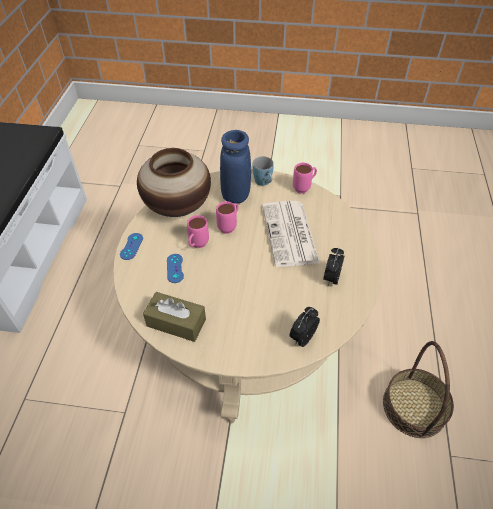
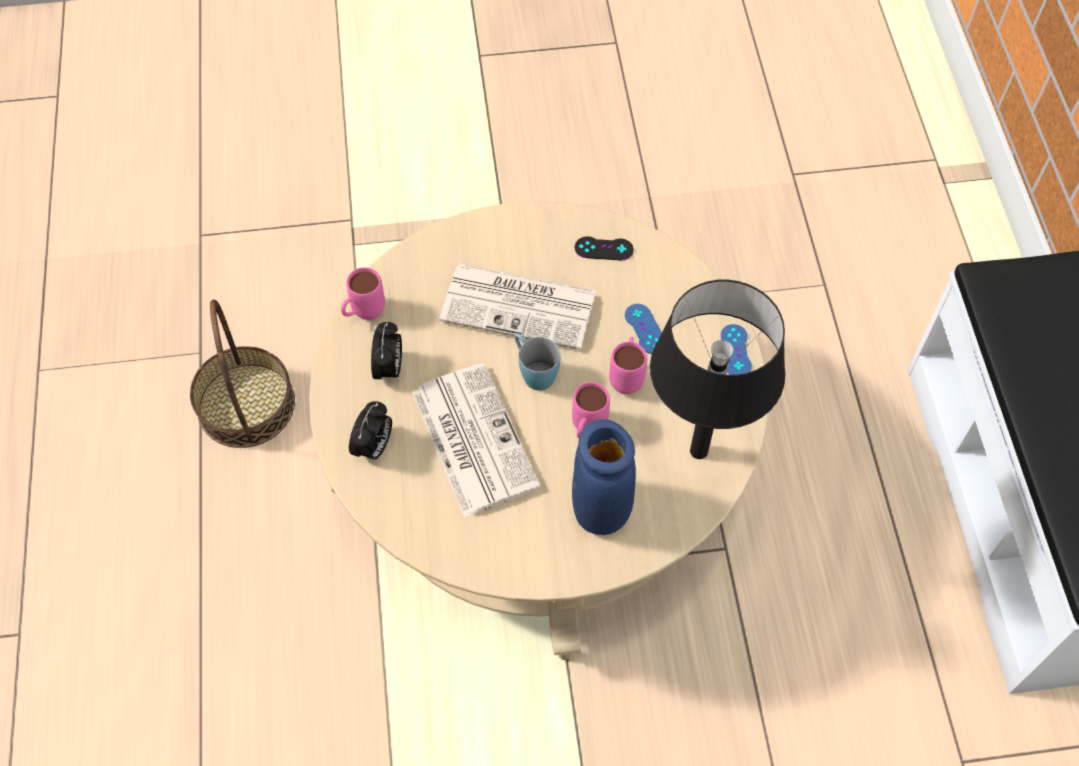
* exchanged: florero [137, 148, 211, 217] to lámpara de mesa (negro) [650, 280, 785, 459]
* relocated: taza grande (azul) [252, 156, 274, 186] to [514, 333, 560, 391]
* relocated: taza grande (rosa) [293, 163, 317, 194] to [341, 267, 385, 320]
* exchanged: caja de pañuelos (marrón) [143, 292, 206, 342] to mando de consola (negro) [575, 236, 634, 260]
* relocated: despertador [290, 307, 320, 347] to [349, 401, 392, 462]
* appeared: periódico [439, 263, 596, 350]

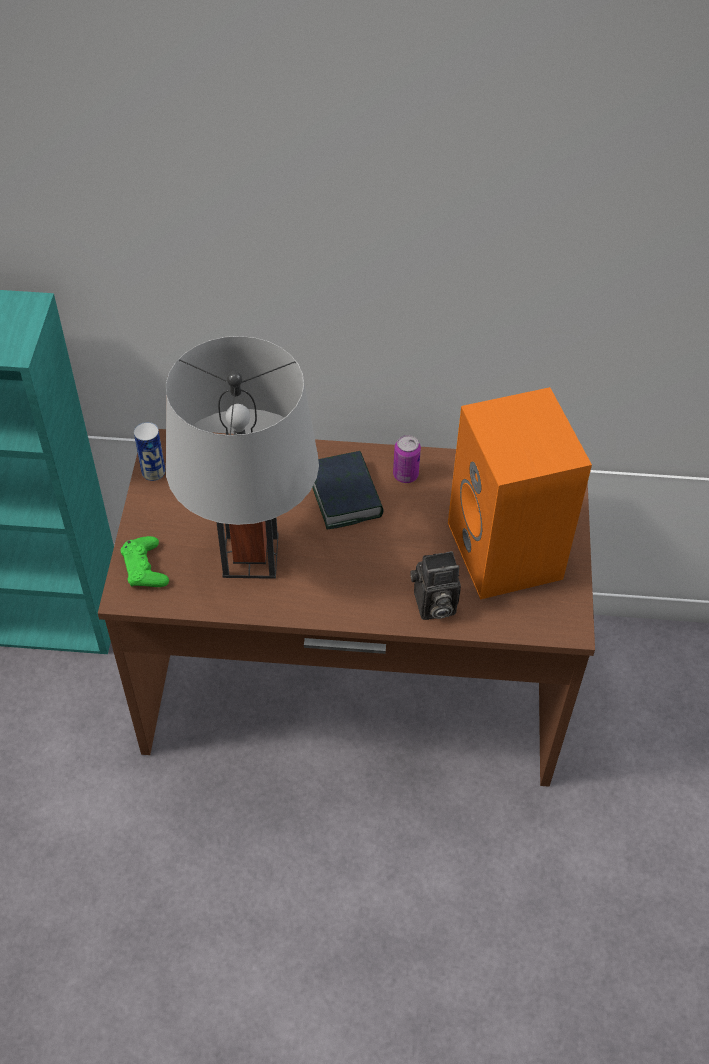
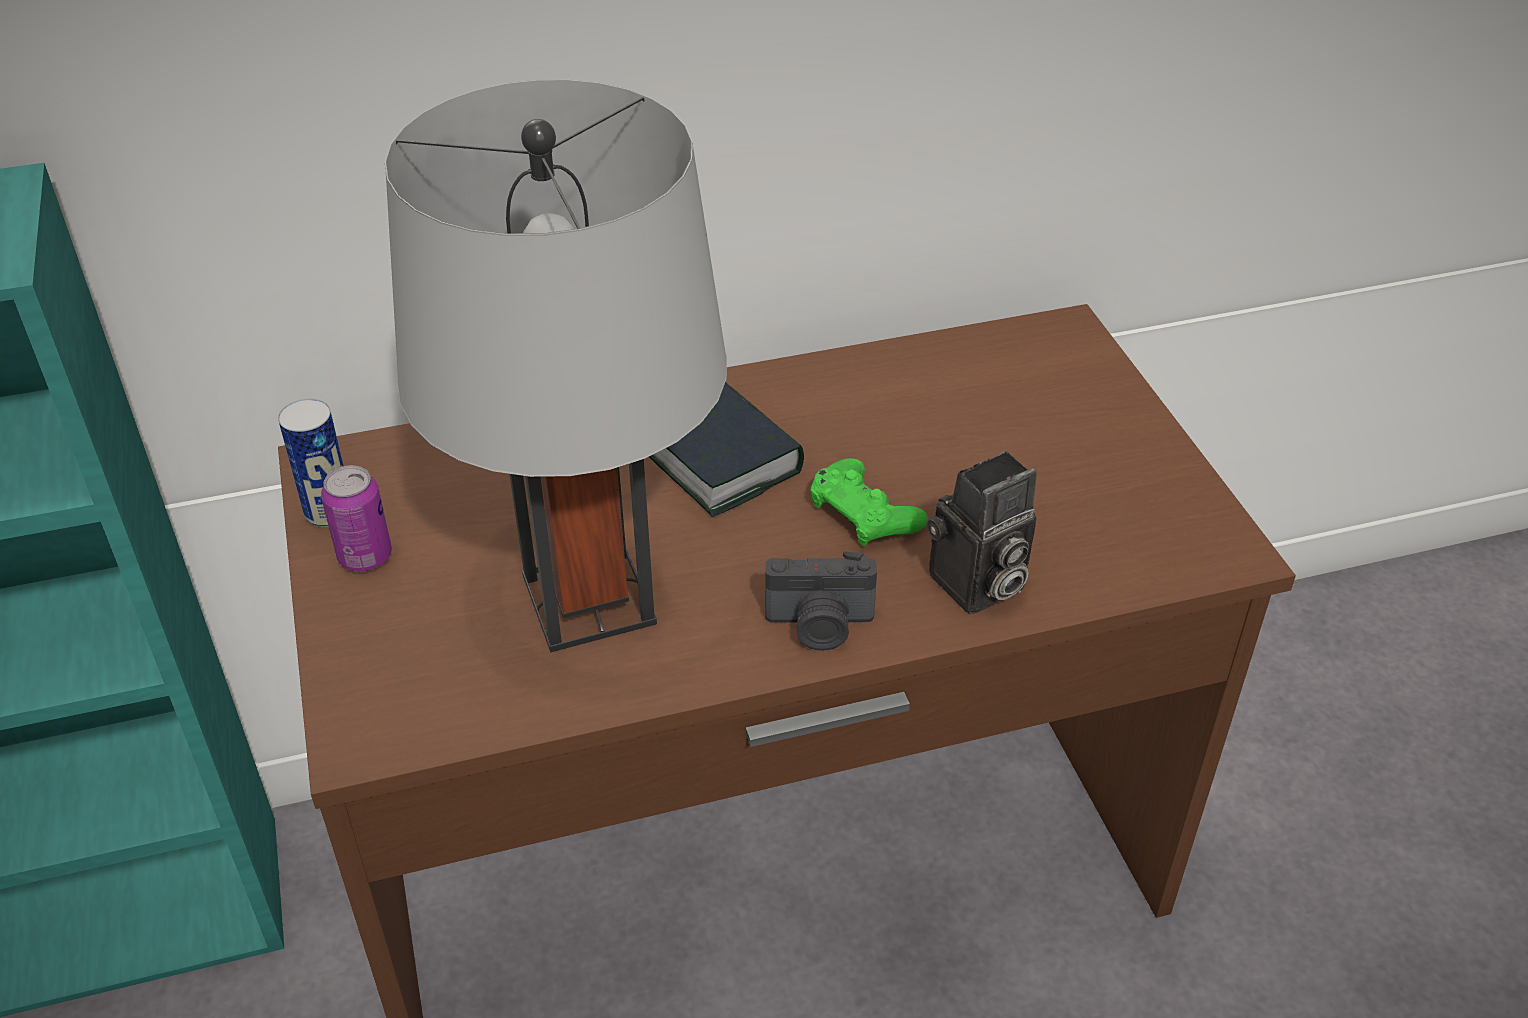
* missing: altavoz (naranja) [448, 387, 592, 600]
* relocated: lata [393, 435, 421, 483] to [321, 465, 392, 572]
* relocated: mando de consola (verde) [120, 536, 169, 587] to [810, 458, 928, 546]
* appeared: cámara [765, 552, 877, 651]

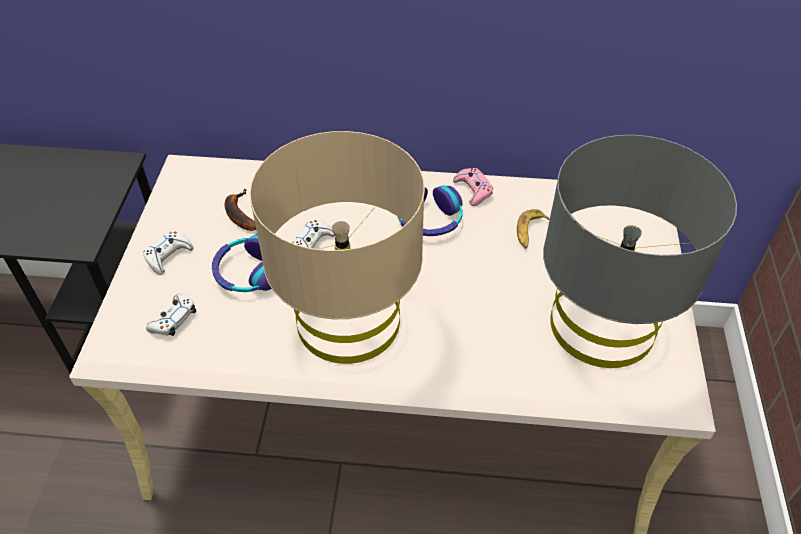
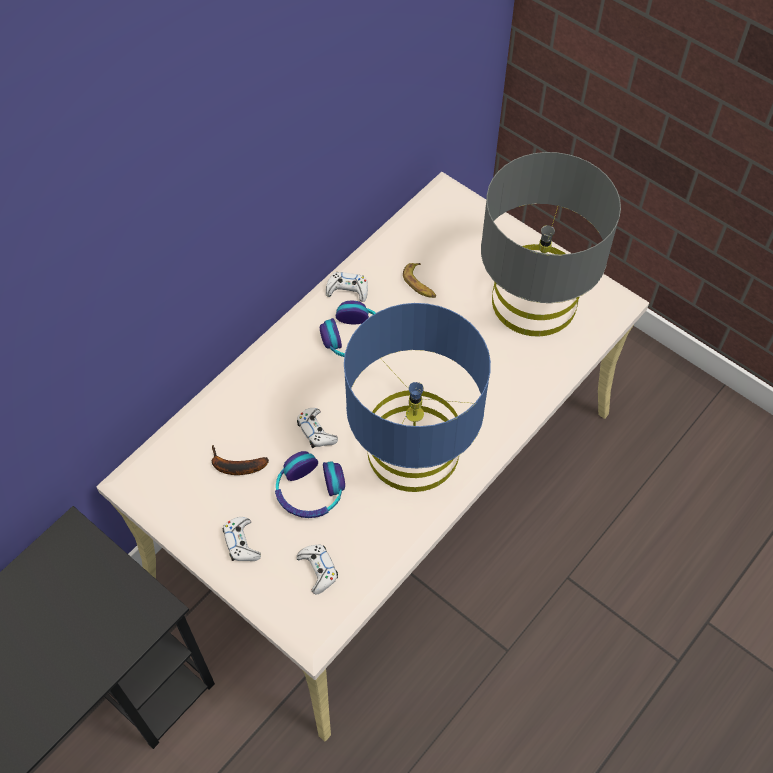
* colour: lámpara de mesa (beis) [249, 131, 425, 364] to lámpara de mesa (azul) [344, 303, 491, 492]
* colour: mando de consola (rosa) [453, 168, 493, 206] to mando de consola (blanco) [326, 272, 368, 302]

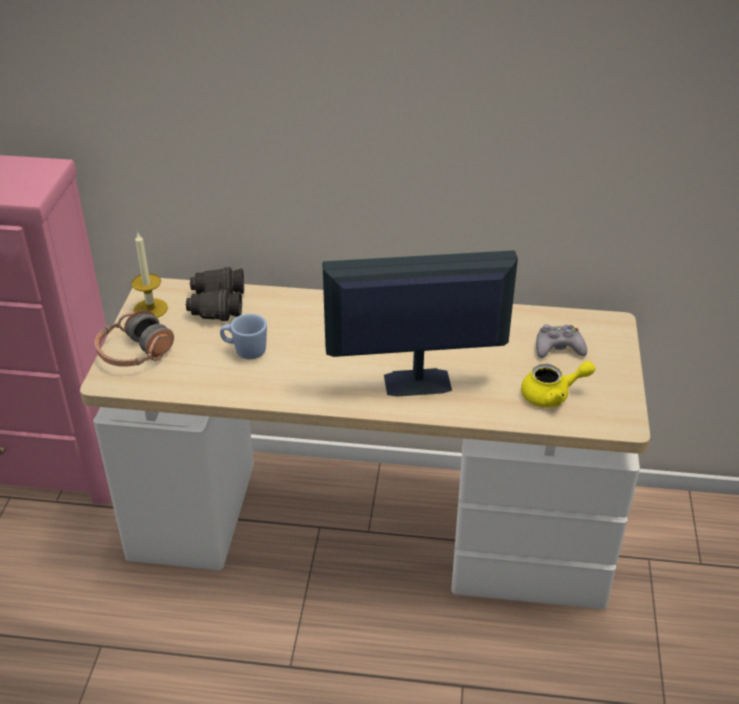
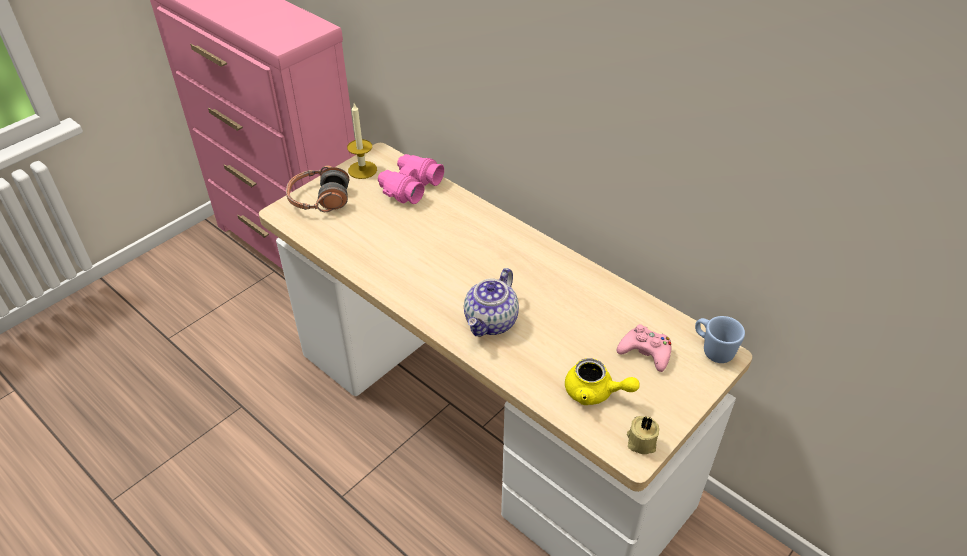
* exchanged: monitor [322, 250, 518, 397] to tetera [464, 268, 519, 336]
* colour: prismáticos (negro) [186, 267, 244, 321] to prismáticos (rosa) [378, 154, 444, 204]
* relocated: taza grande (azul) [220, 314, 267, 359] to [695, 316, 745, 363]
* colour: mando de consola (gris) [536, 324, 587, 358] to mando de consola (rosa) [617, 324, 671, 372]
* appeared: vela (beis) [627, 416, 659, 454]

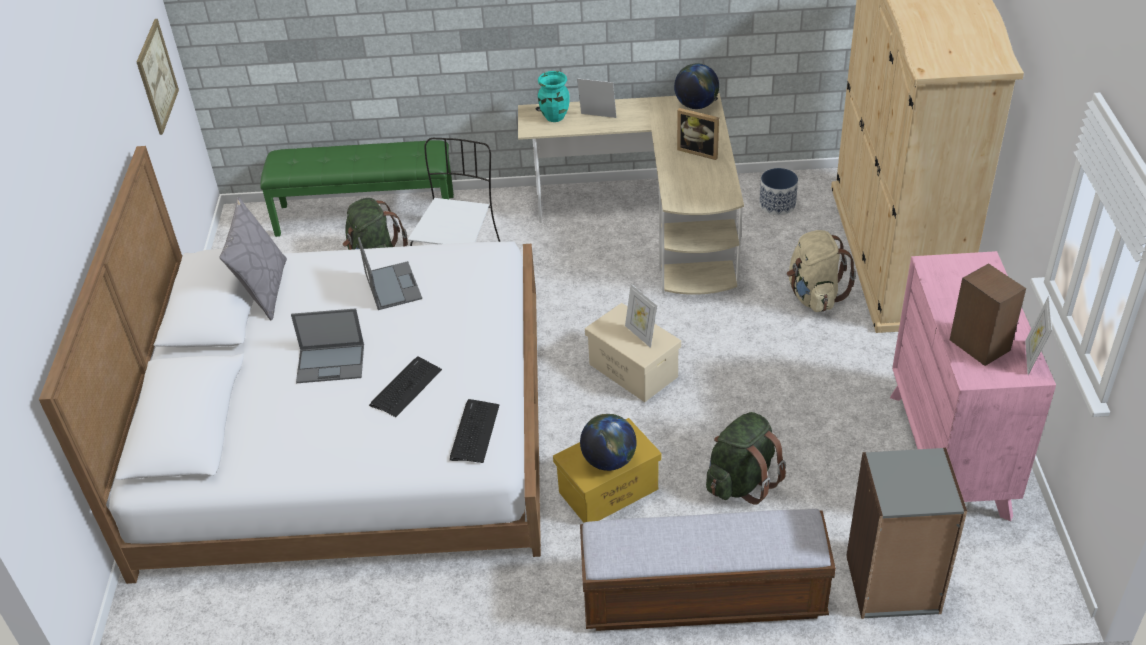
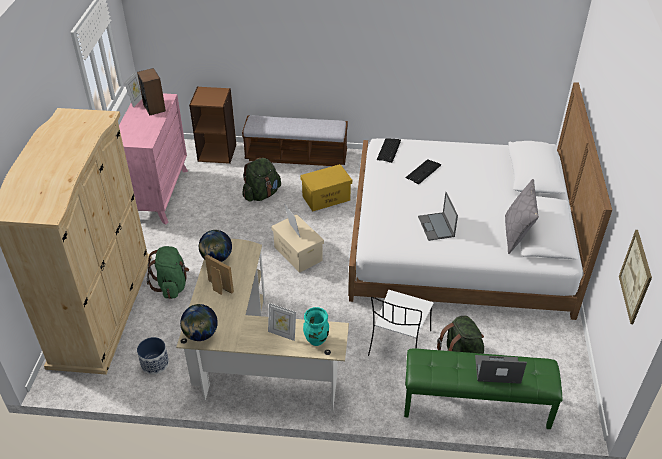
* colour: mochila (beis) [787, 230, 856, 312] to mochila (verde) [147, 246, 189, 299]
* relocated: portátil [291, 308, 364, 383] to [475, 355, 527, 384]
* relocated: globo terráqueo [580, 414, 636, 471] to [199, 230, 232, 262]
* colour: estantería (gris) [846, 448, 967, 619] to estantería (marrón) [189, 86, 236, 164]

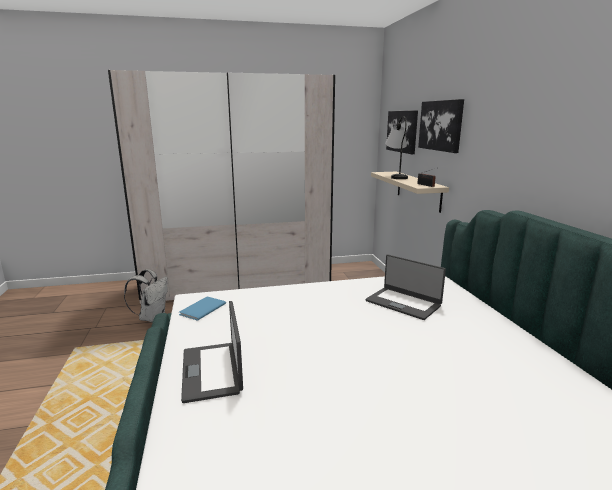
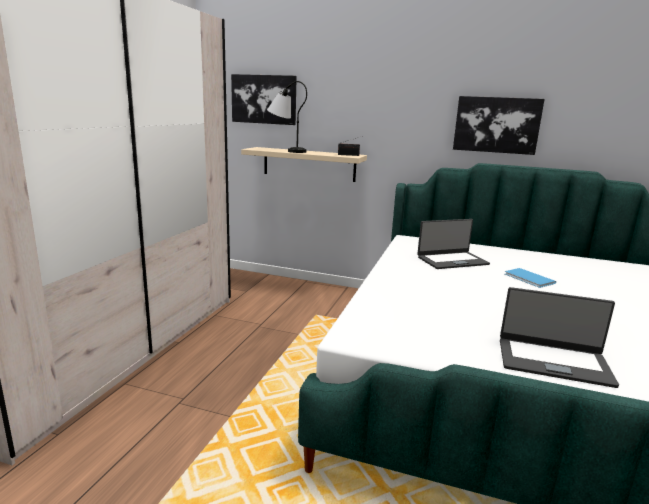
* relocated: cuadro [418, 99, 464, 153] to [453, 96, 545, 155]
* missing: mochila (blanco) [124, 269, 168, 322]
* relocated: libro (azul) [179, 296, 226, 321] to [505, 268, 556, 288]

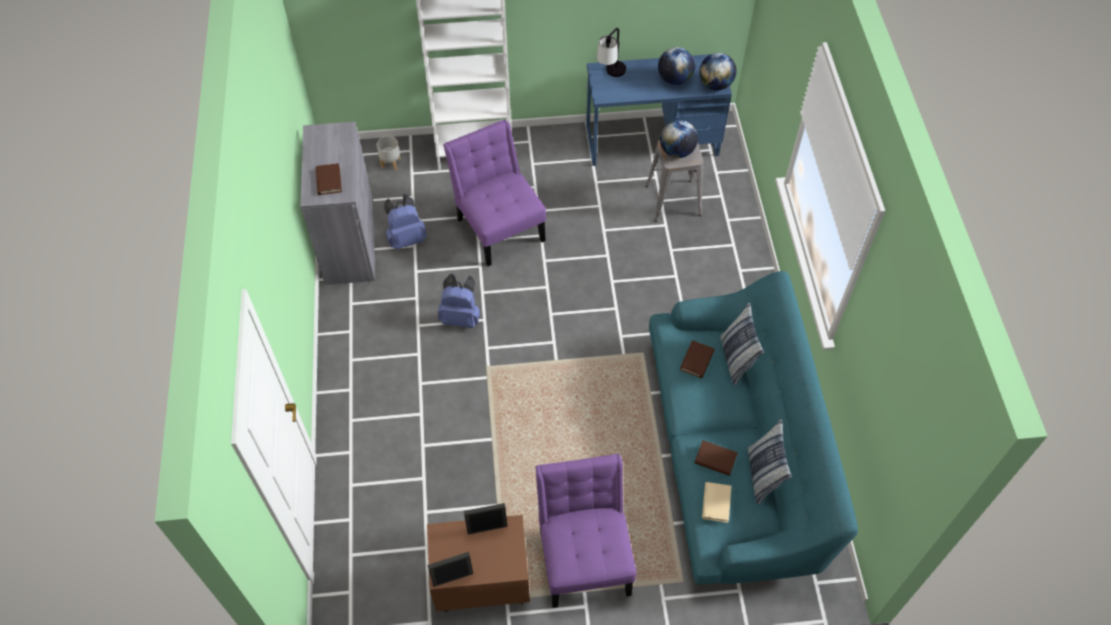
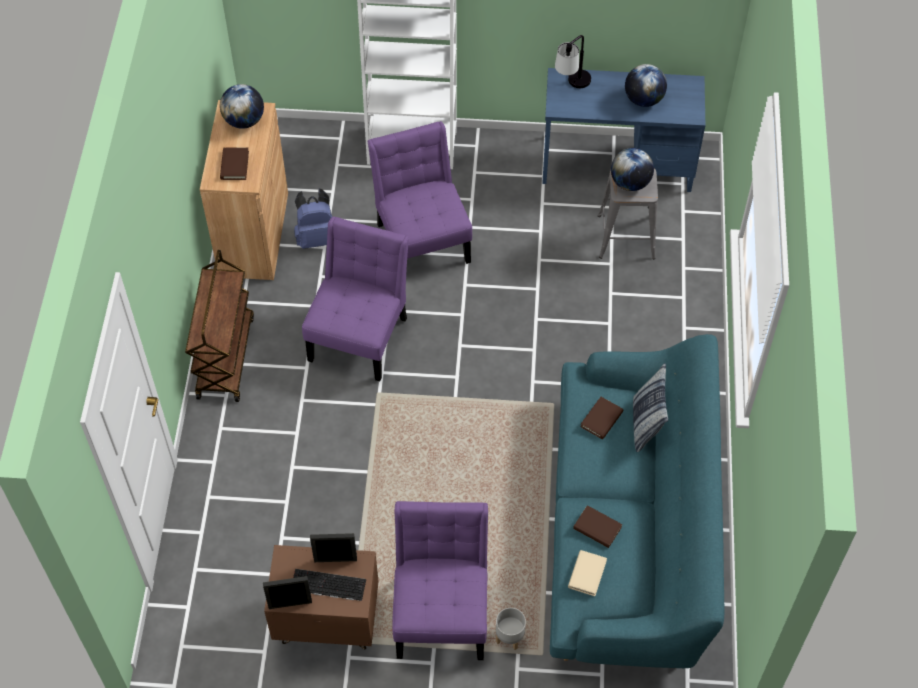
* relocated: globo terráqueo [699, 53, 736, 91] to [220, 84, 264, 129]
* colour: armario (gris) [300, 122, 375, 285] to armario (marrón) [200, 100, 288, 280]
* relocated: maceta (gris) [377, 136, 401, 170] to [496, 608, 526, 650]
* exchanged: mochila (azul) [438, 273, 480, 328] to silla (morado) [302, 217, 409, 381]
* missing: cojín [748, 419, 792, 504]
* appeared: carrito (marrón) [185, 250, 254, 402]
* appeared: teclado [293, 569, 366, 601]

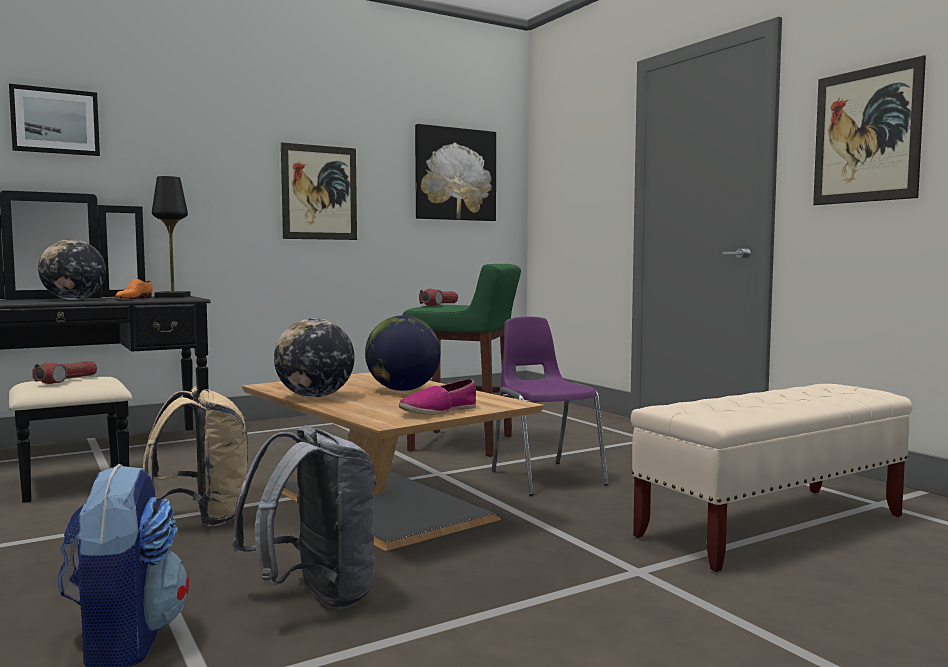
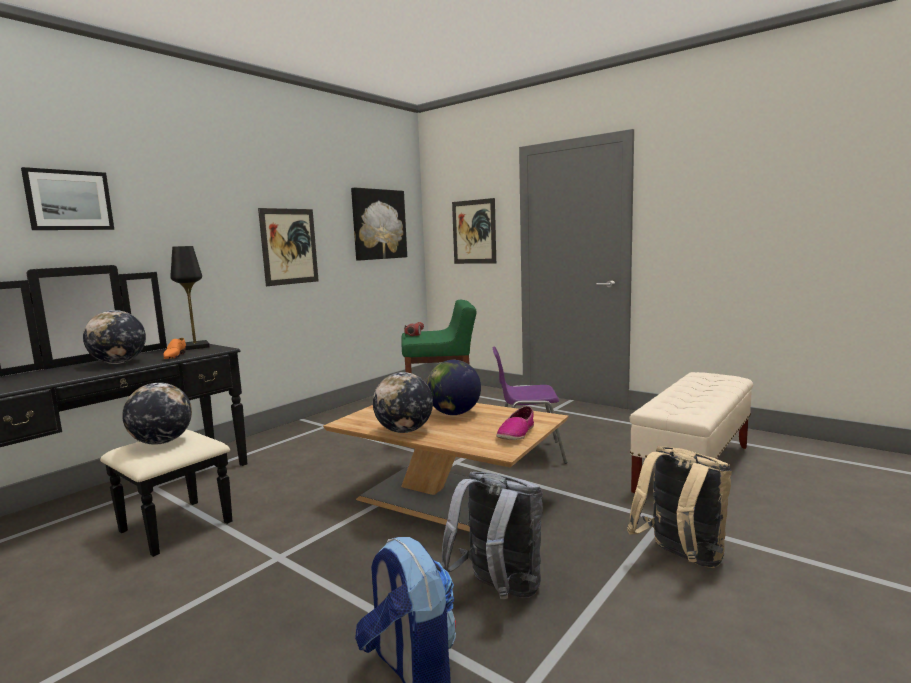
* relocated: cuadro [813, 55, 926, 205] to [452, 198, 496, 264]
* spun: silla (morado) [492, 317, 609, 496] = [492, 347, 567, 464] 45 degrees counterclockwise
* exchanged: linterna [32, 361, 97, 384] to globo terráqueo [122, 383, 192, 445]
* relocated: mochila (beis) [143, 386, 248, 526] to [627, 447, 732, 568]

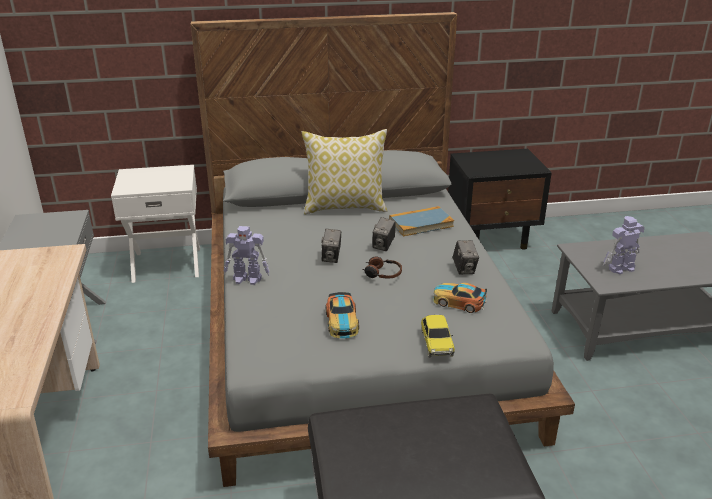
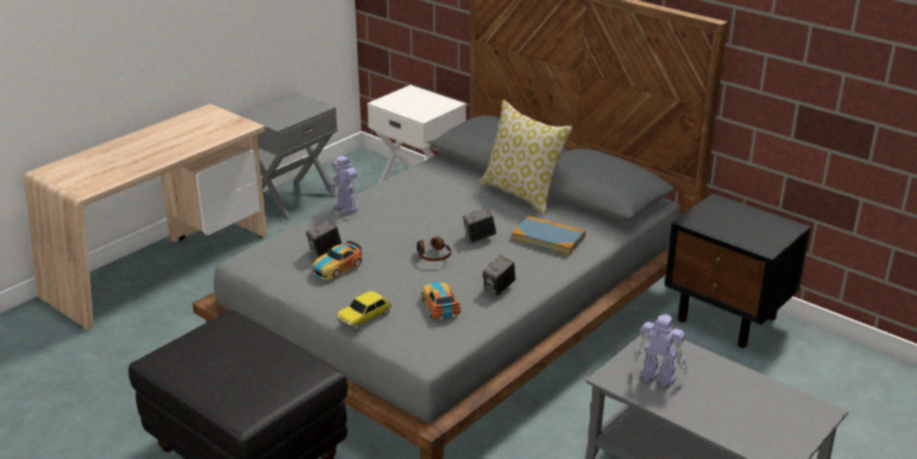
* relocated: cámara [321, 229, 341, 263] to [306, 219, 342, 256]

